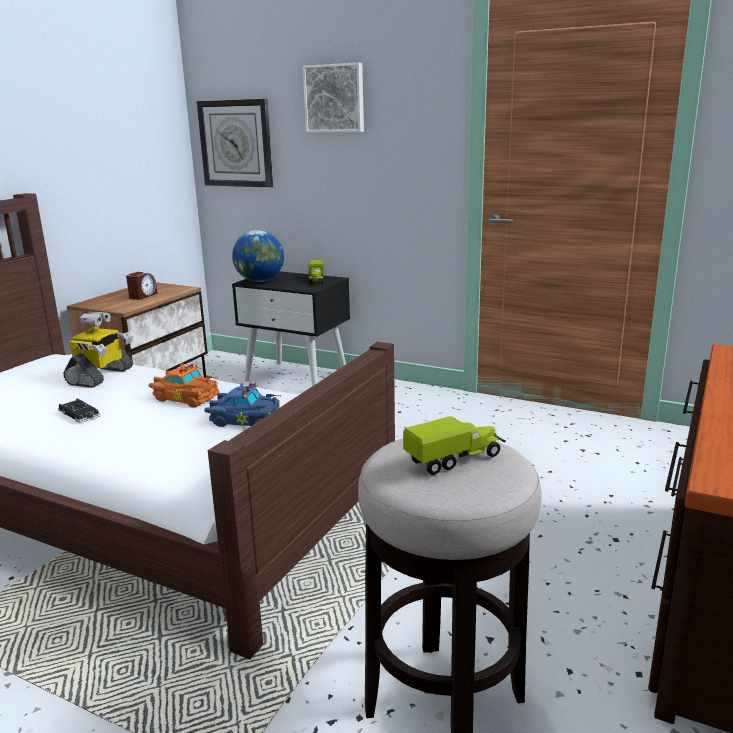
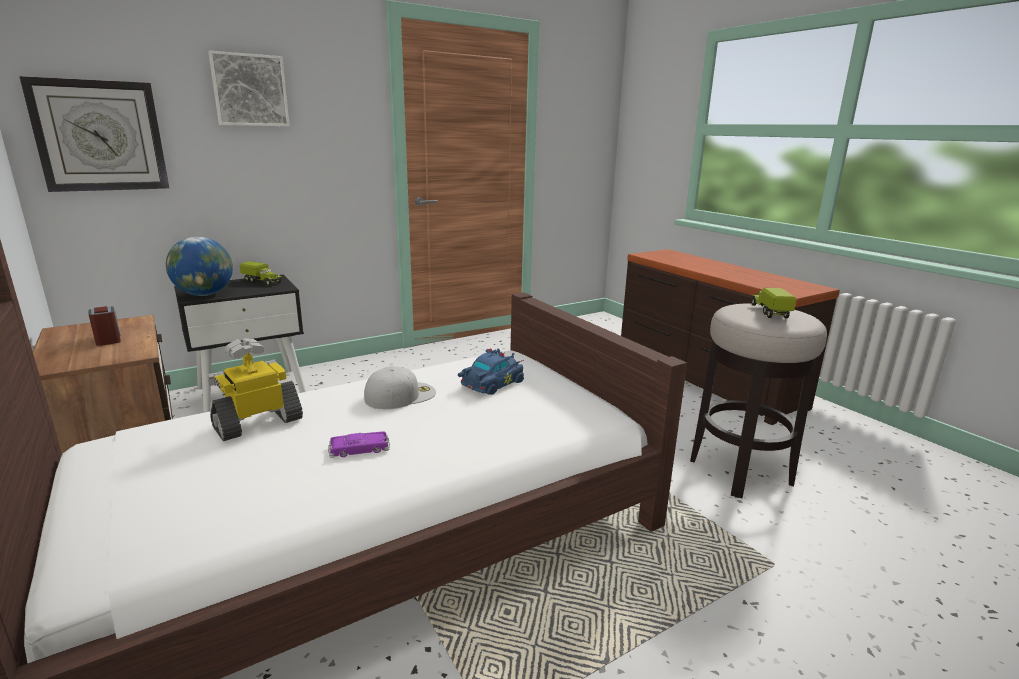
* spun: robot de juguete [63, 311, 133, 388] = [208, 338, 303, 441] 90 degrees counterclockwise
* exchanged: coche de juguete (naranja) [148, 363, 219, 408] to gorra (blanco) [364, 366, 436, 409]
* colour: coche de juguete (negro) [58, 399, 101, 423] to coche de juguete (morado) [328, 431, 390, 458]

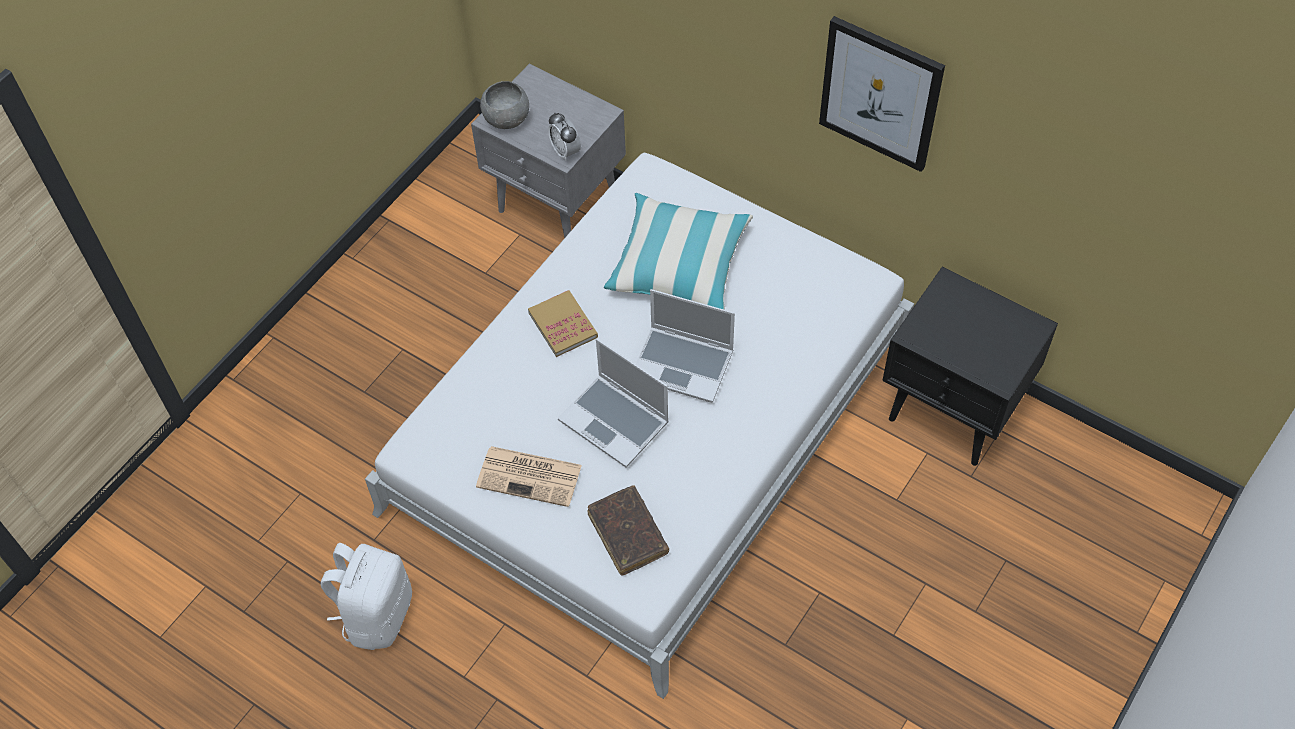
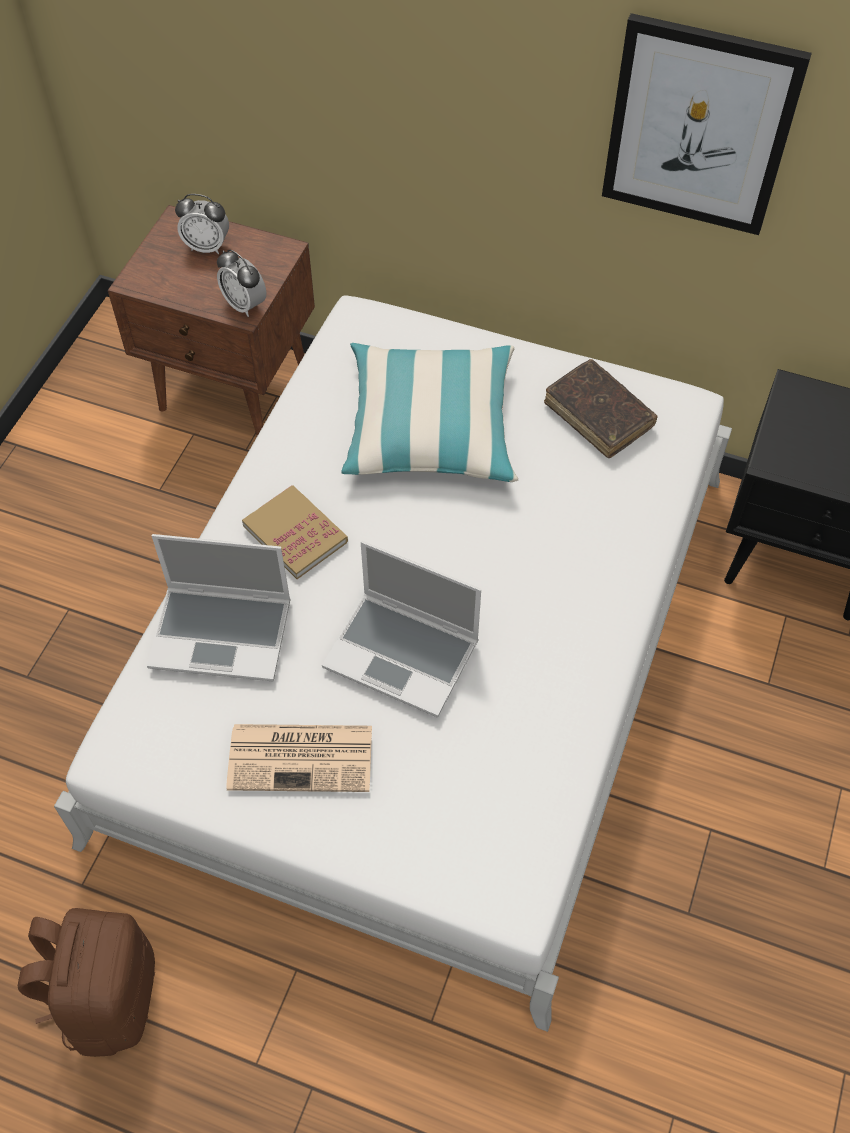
* colour: mesita de noche (gris) [471, 64, 626, 238] to mesita de noche (marrón) [108, 205, 315, 436]
* missing: cuenco (gris) [480, 81, 529, 129]
* relocated: portátil [636, 289, 735, 403] to [147, 534, 291, 681]
* relocated: libro (marrón) [588, 485, 669, 576] to [544, 359, 658, 458]
* colour: mochila (blanco) [321, 543, 412, 650] to mochila (marrón) [18, 908, 155, 1057]
* appeared: despertador [175, 194, 229, 254]

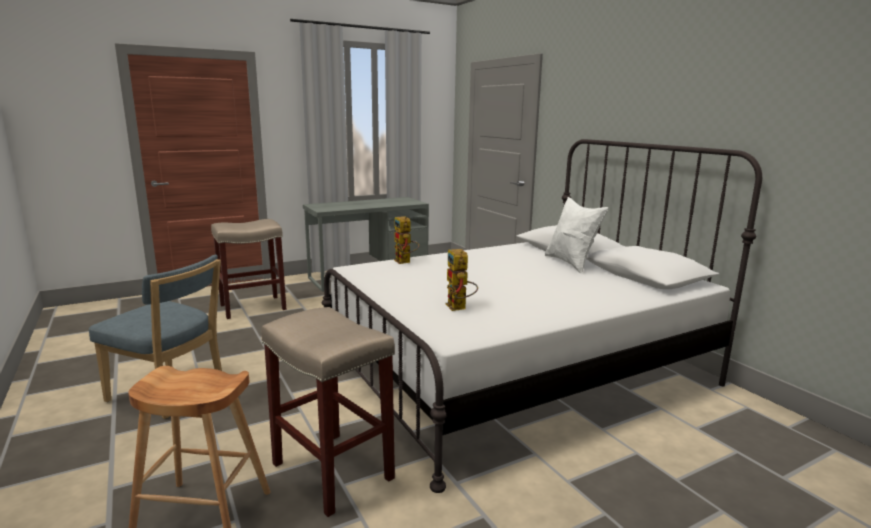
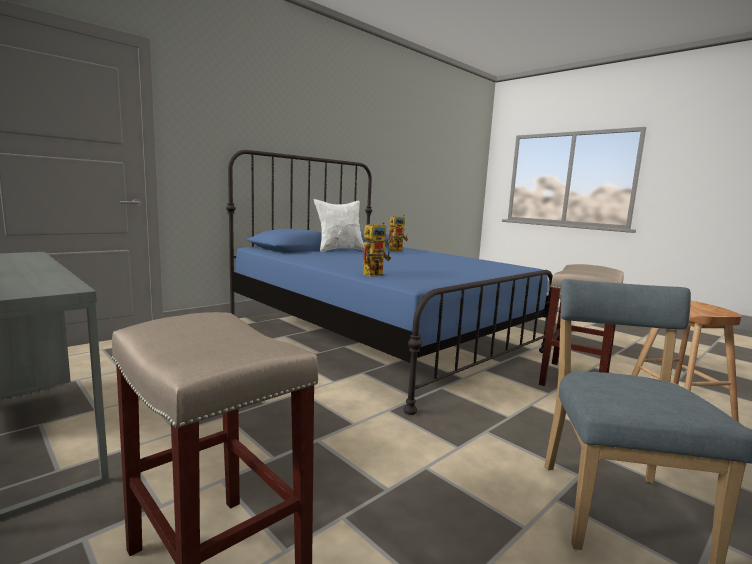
* colour: cama (blanco) [322, 139, 762, 493] to cama (azul) [226, 150, 553, 415]
* relocated: robot de juguete [446, 249, 478, 311] to [388, 215, 408, 251]

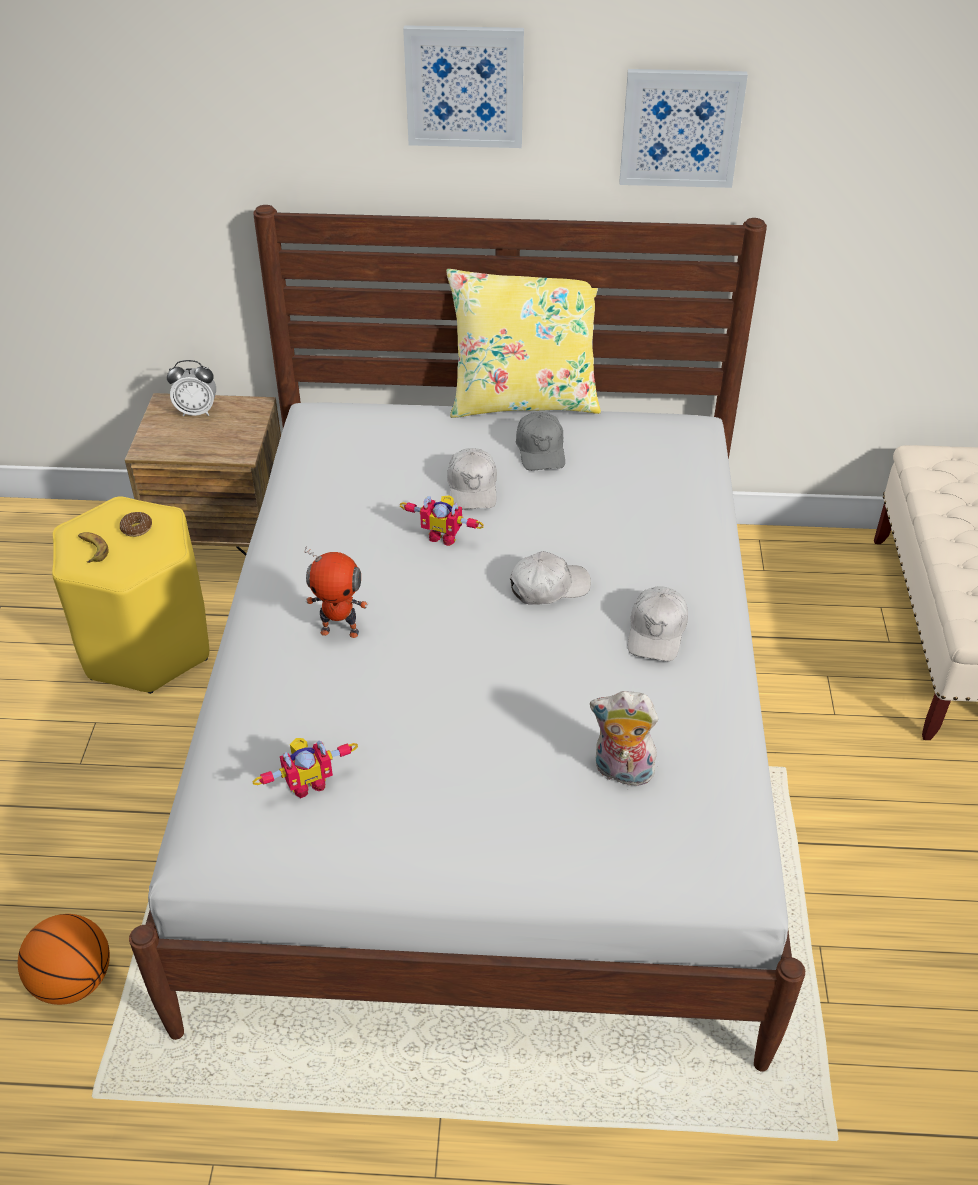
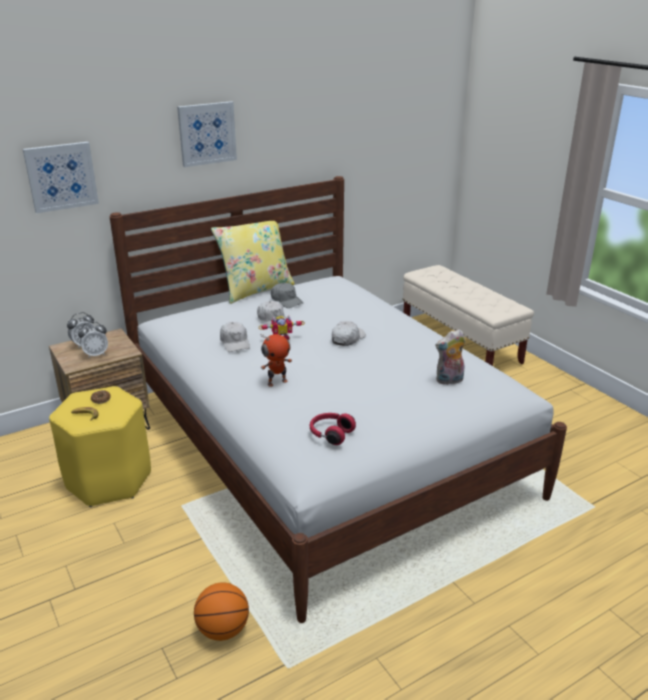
* relocated: cuadro [620, 69, 748, 188] to [23, 142, 99, 213]
* relocated: gorra (blanco) [628, 586, 688, 661] to [220, 322, 250, 352]
* exchanged: robot de juguete [252, 738, 358, 798] to auriculares (rojo) [310, 413, 356, 445]
* appeared: despertador [78, 322, 108, 357]

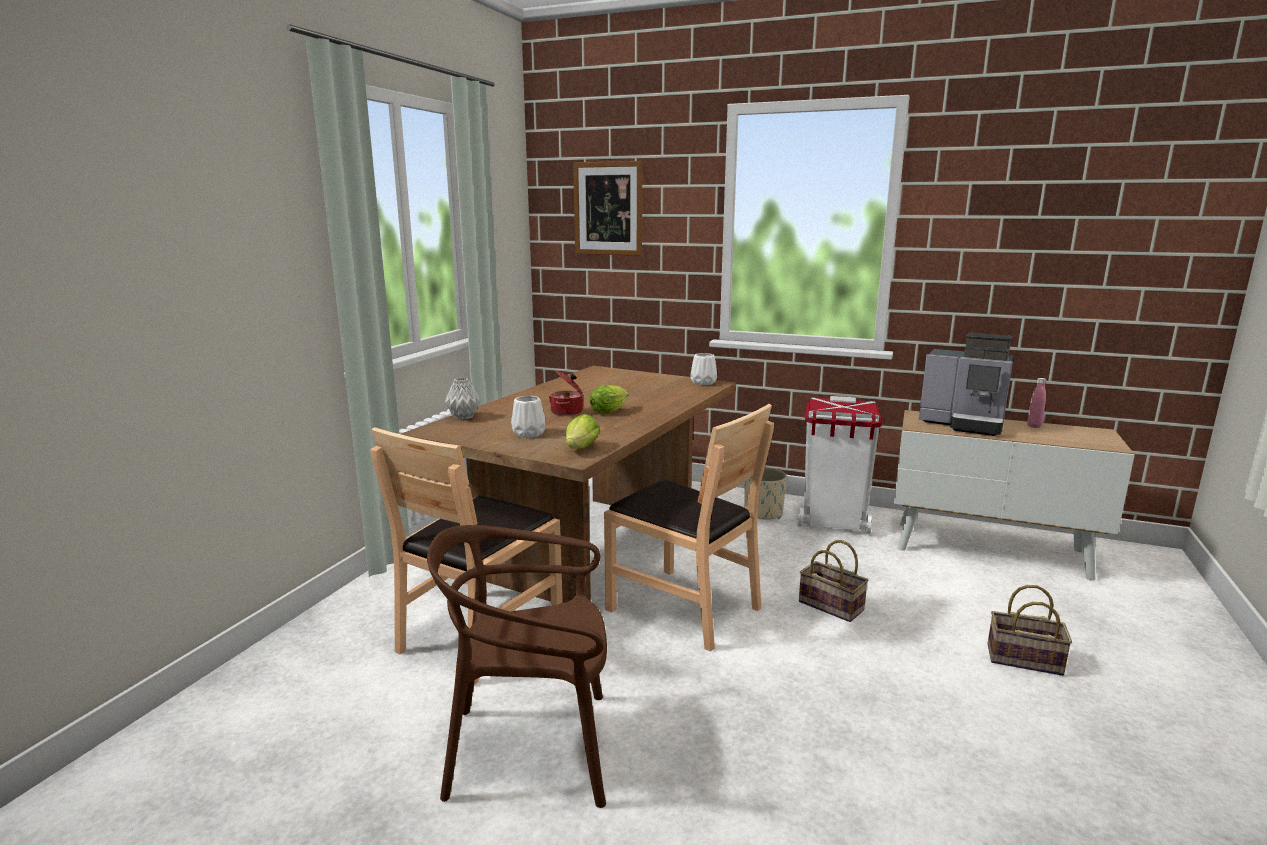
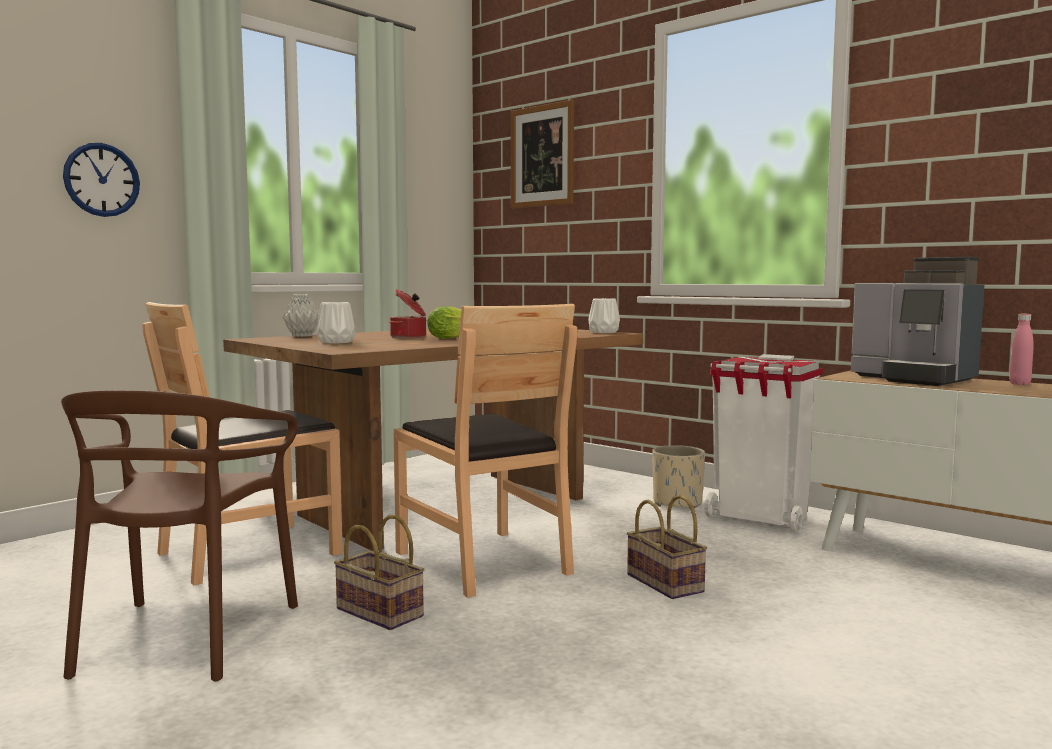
* missing: lechuga [565, 414, 600, 449]
* spun: silla (marrón) [427, 525, 607, 808] = [61, 390, 298, 681] 105 degrees counterclockwise
* relocated: cesta [987, 585, 1072, 676] to [334, 515, 425, 630]
* appeared: reloj de pared [63, 143, 140, 217]

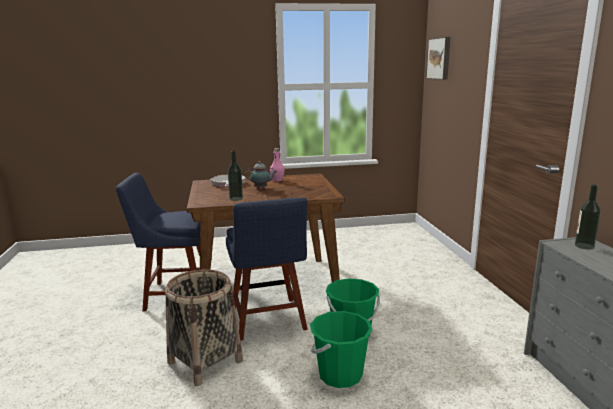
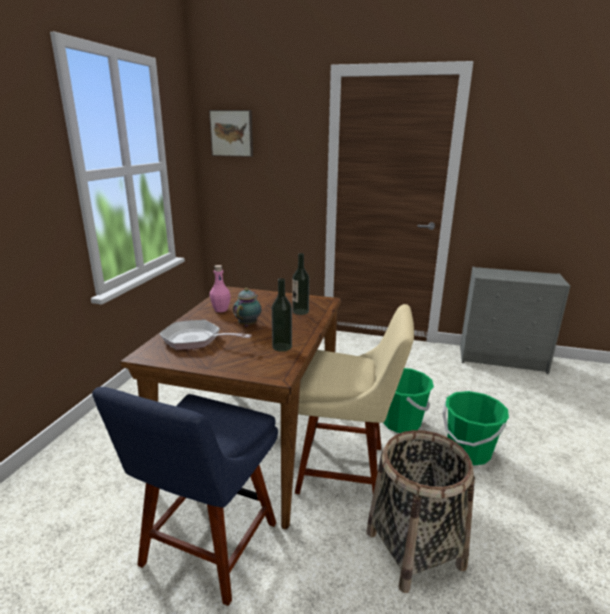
* relocated: botella [575, 184, 601, 249] to [293, 253, 309, 315]
* colour: silla (azul) [226, 197, 308, 341] to silla (beis) [295, 304, 414, 494]

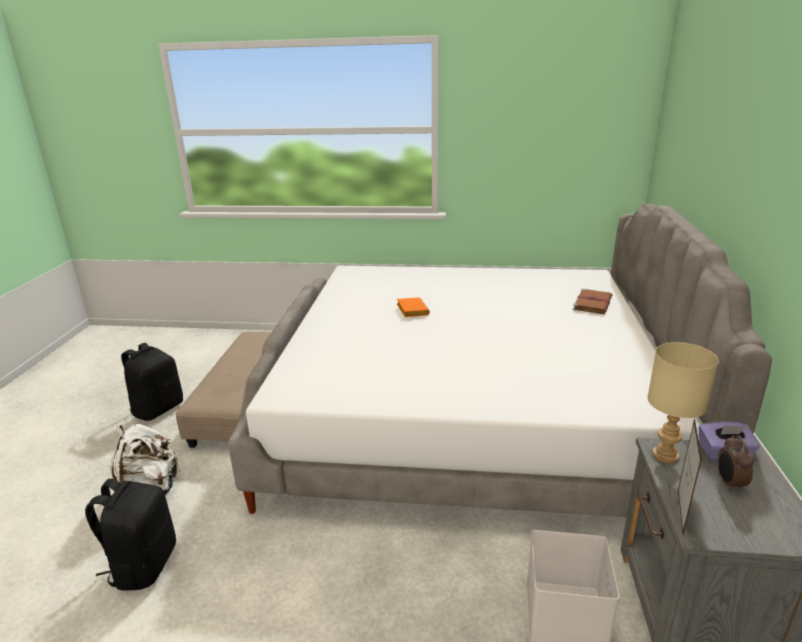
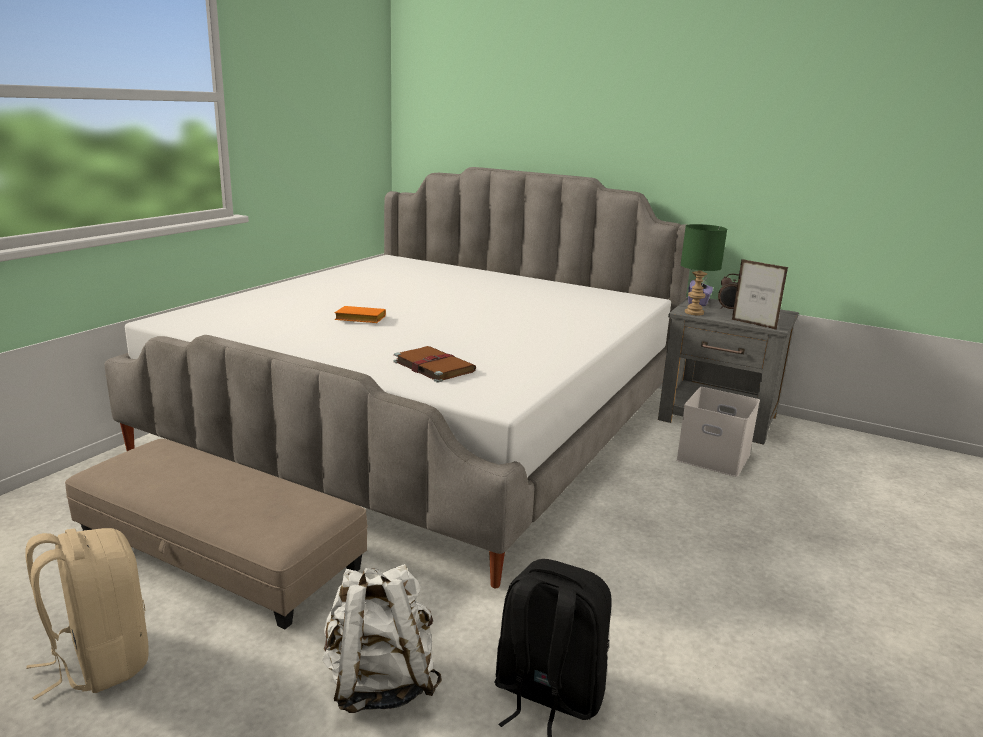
* relocated: libro (marrón) [573, 288, 612, 314] to [393, 346, 476, 383]
* colour: lámpara de mesa (beis) [647, 342, 719, 463] to lámpara de mesa (verde) [680, 224, 727, 315]
* colour: mochila (negro) [121, 343, 183, 421] to mochila (beis) [25, 528, 149, 700]

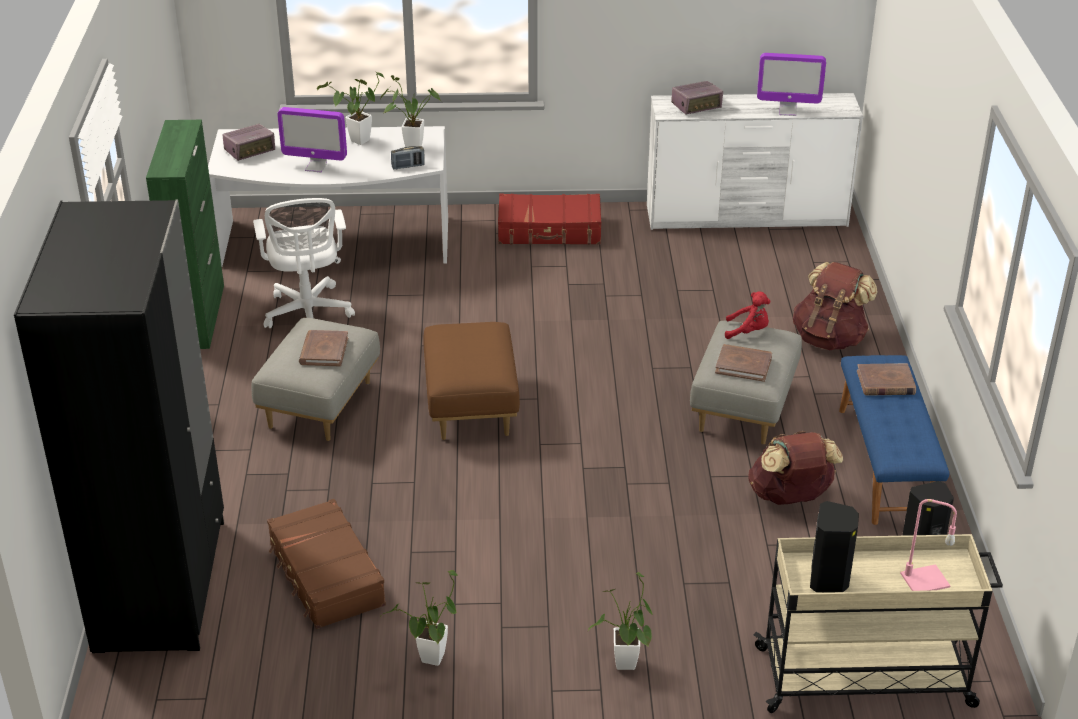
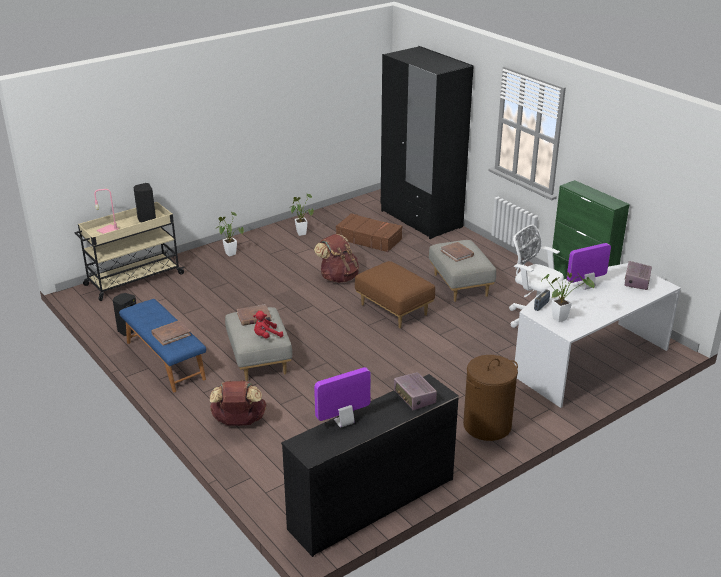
* missing: planta en maceta [317, 72, 384, 145]
* spun: radio [671, 81, 723, 115] = [394, 372, 437, 410] 60 degrees counterclockwise
* colour: cómoda (blanco) [647, 93, 863, 230] to cómoda (negro) [281, 374, 459, 557]
* exchanged: maleta (rojo) [498, 194, 601, 245] to cesto de la ropa (marrón) [463, 355, 518, 441]
* relocated: mochila (marrón) [748, 431, 843, 505] to [314, 234, 359, 283]

